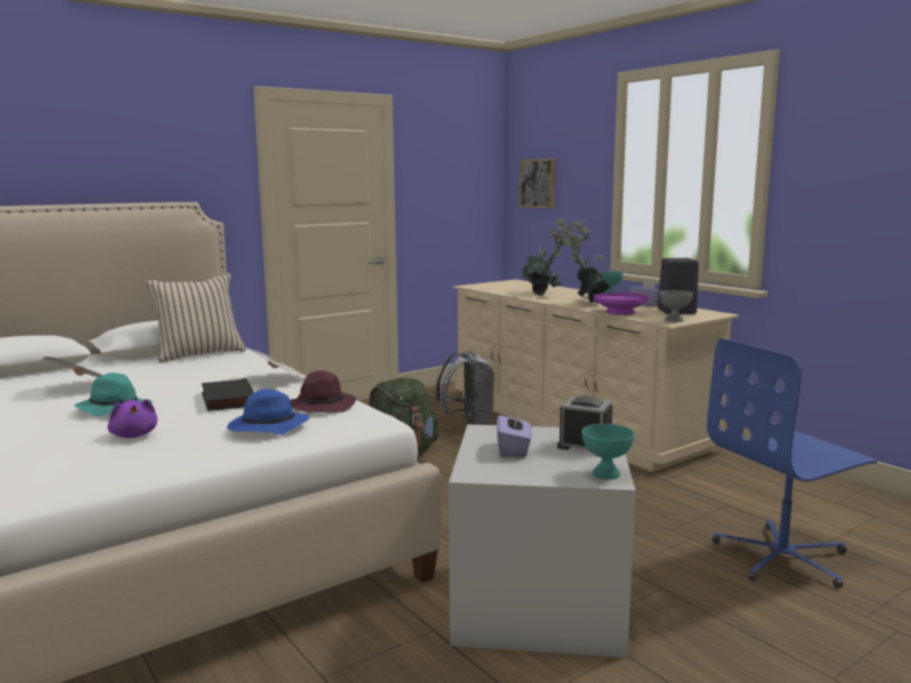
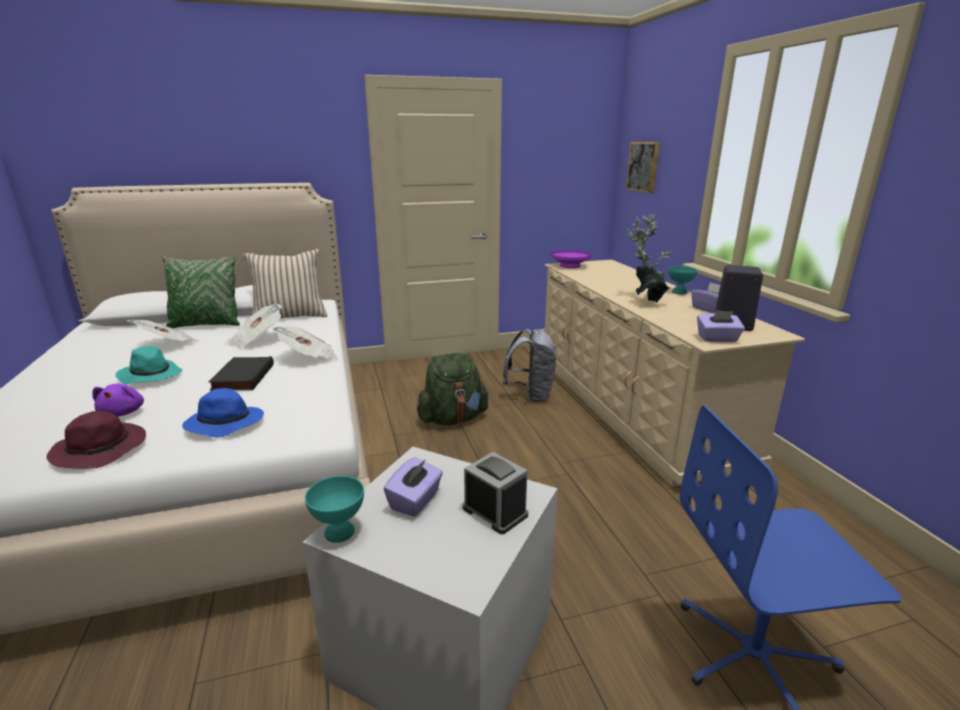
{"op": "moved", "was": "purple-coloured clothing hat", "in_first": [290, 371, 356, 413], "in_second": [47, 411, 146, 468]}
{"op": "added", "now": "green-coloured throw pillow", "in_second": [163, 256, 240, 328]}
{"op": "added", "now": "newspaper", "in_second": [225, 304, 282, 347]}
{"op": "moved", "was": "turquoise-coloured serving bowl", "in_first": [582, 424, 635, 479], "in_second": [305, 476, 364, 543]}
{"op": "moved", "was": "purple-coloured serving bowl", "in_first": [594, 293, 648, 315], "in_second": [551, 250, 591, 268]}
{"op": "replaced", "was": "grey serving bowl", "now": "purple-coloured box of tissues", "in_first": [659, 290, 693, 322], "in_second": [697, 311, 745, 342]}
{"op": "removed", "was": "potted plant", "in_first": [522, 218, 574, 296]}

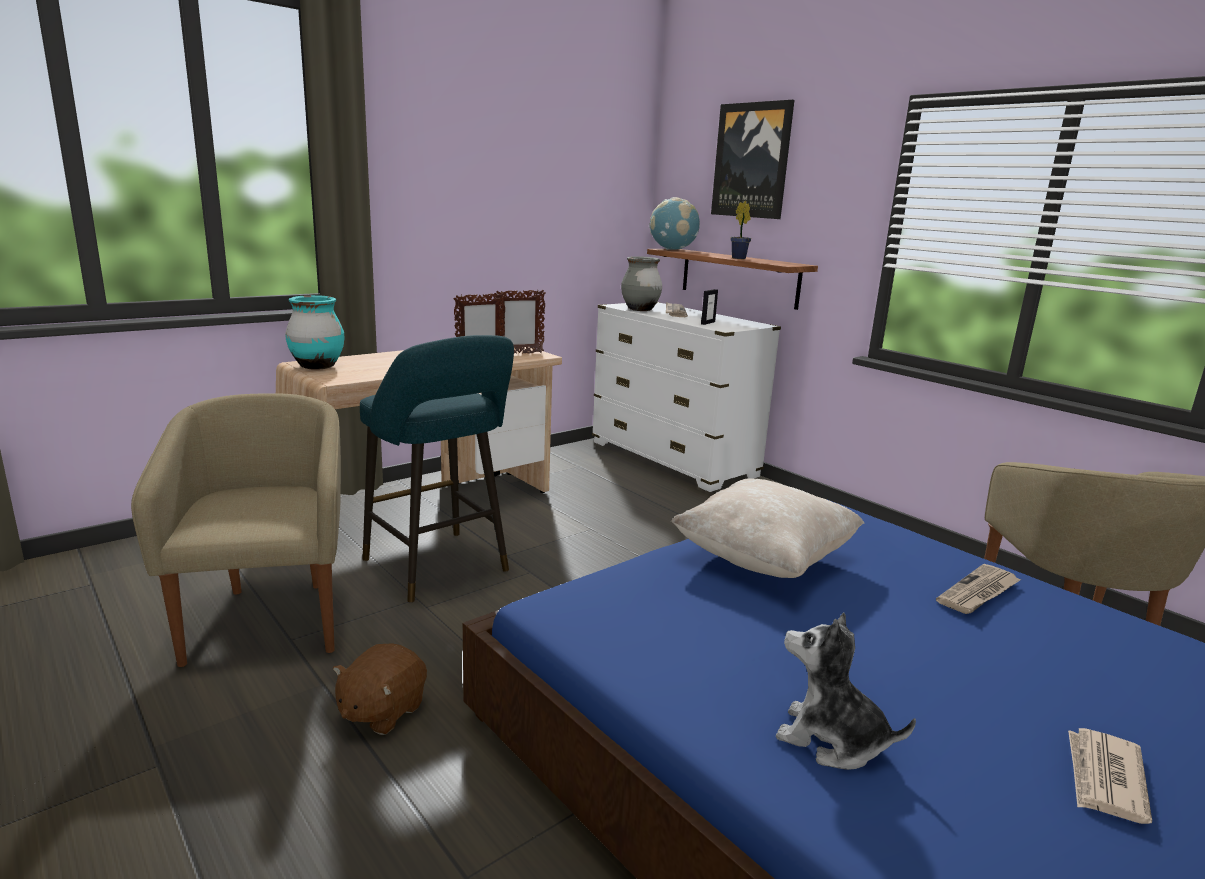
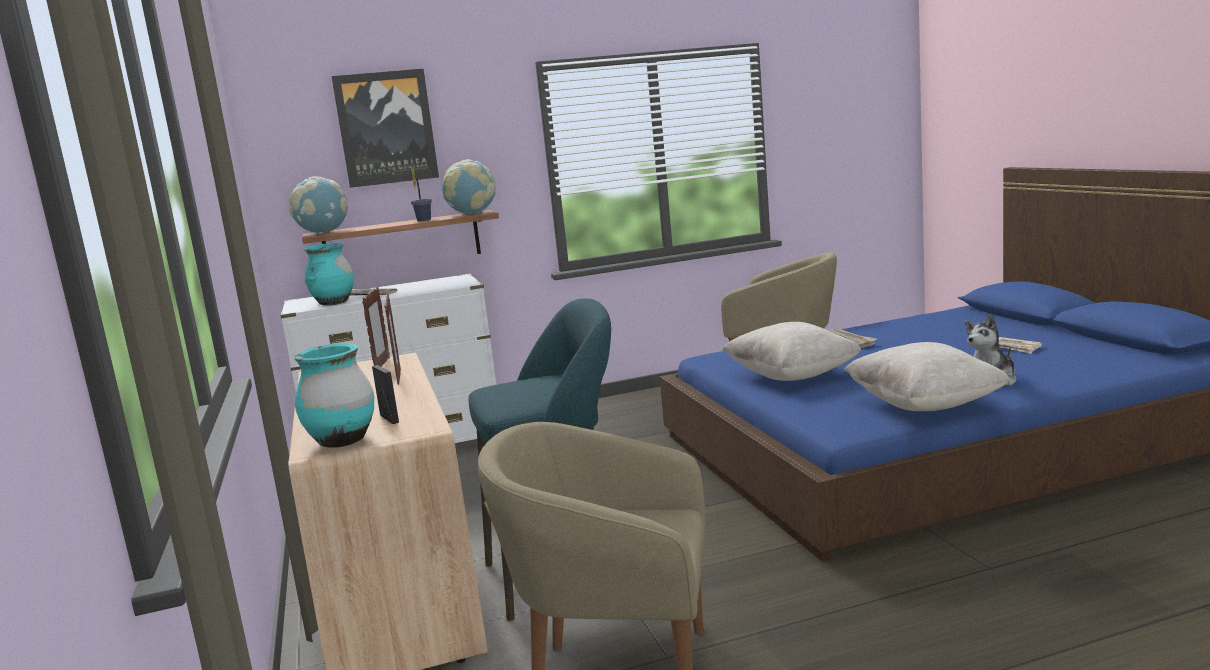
{"op": "recoloured", "was": "grey flower vase", "now": "turquoise-coloured flower vase", "in_first": [621, 256, 662, 311], "in_second": [305, 243, 354, 306]}
{"op": "moved", "was": "standing frame", "in_first": [701, 289, 718, 325], "in_second": [372, 365, 399, 424]}
{"op": "added", "now": "world globe", "in_second": [442, 159, 496, 214]}
{"op": "added", "now": "beige throw pillow", "in_second": [844, 342, 1010, 411]}
{"op": "removed", "was": "brown plush toy", "in_first": [333, 644, 427, 735]}

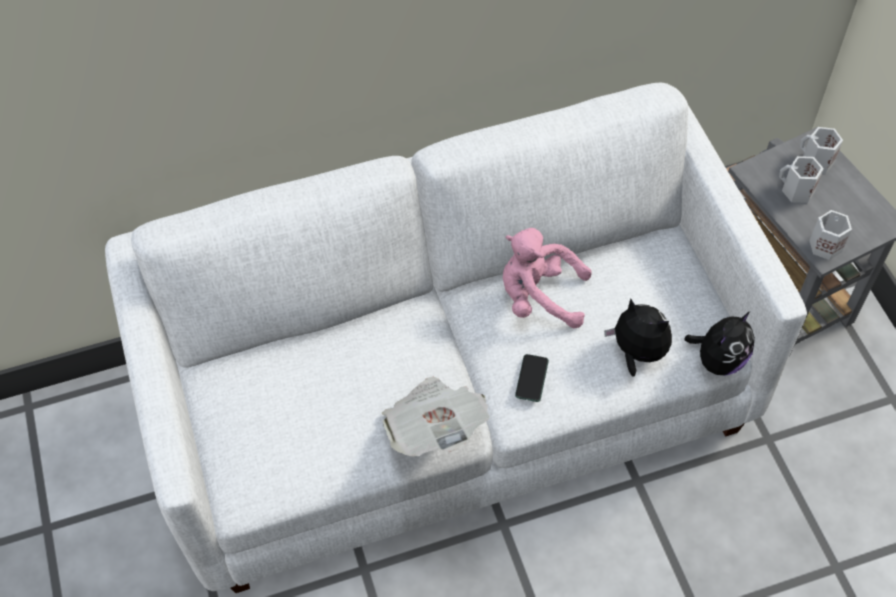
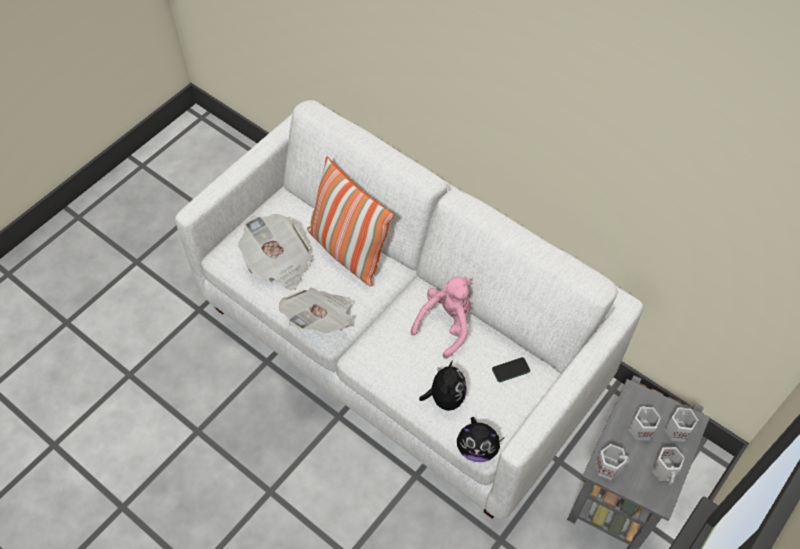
{"op": "added", "now": "newspaper", "in_second": [238, 214, 313, 290]}
{"op": "added", "now": "throw pillow", "in_second": [307, 156, 394, 287]}
{"op": "turned", "was": "pink plush toy", "in_first": [503, 228, 592, 329], "in_second": [411, 277, 472, 359], "clockwise": 60}
{"op": "moved", "was": "telephone", "in_first": [515, 354, 549, 402], "in_second": [492, 357, 530, 382]}
{"op": "added", "now": "white-coloured coffee mug", "in_second": [651, 447, 685, 485]}

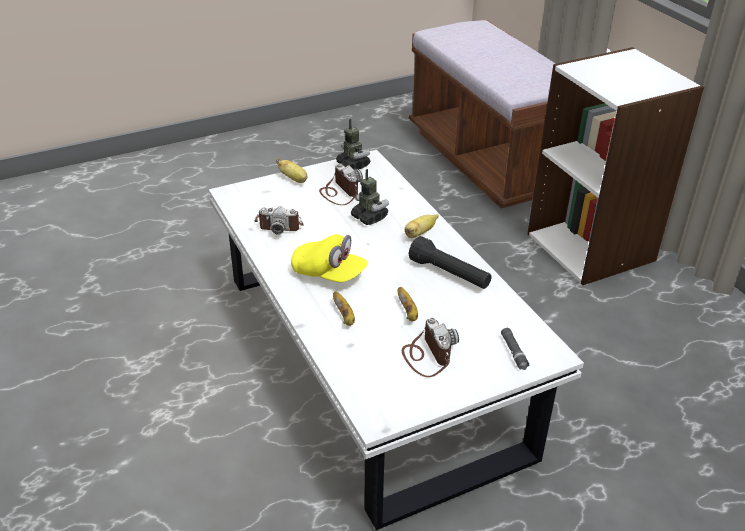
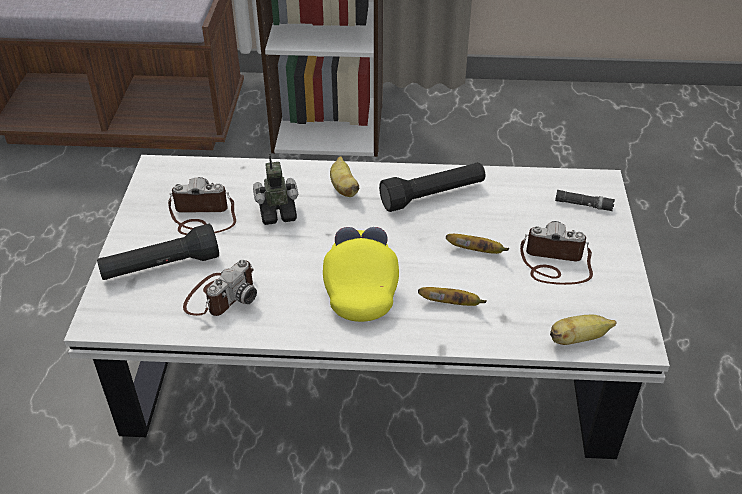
{"op": "added", "now": "black flashlight", "in_second": [97, 224, 219, 280]}
{"op": "turned", "was": "yellow-coloured peaked cap", "in_first": [291, 234, 367, 282], "in_second": [323, 227, 399, 322], "clockwise": -60}
{"op": "moved", "was": "whole banana", "in_first": [276, 158, 307, 183], "in_second": [550, 315, 617, 345]}
{"op": "removed", "was": "robot figure", "in_first": [336, 119, 370, 170]}

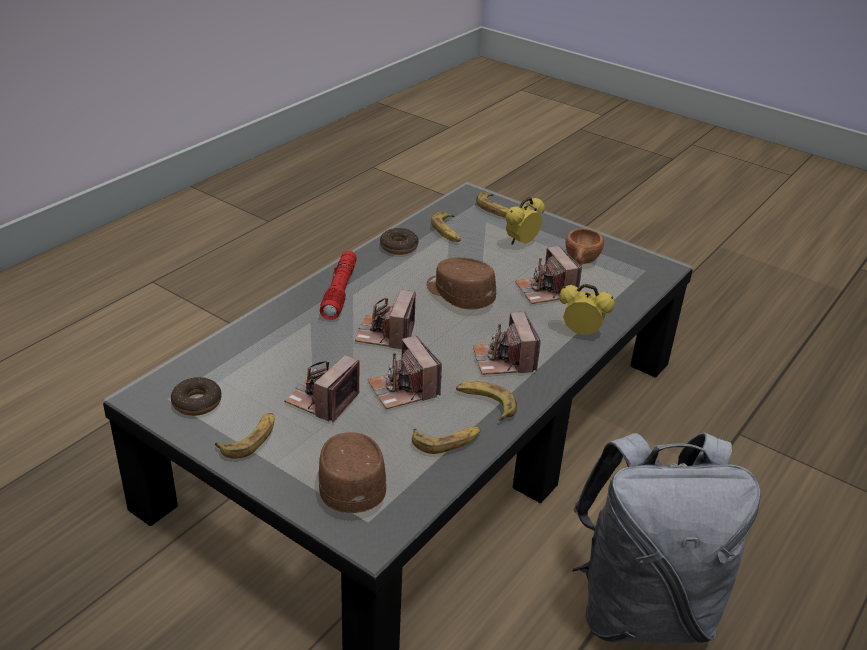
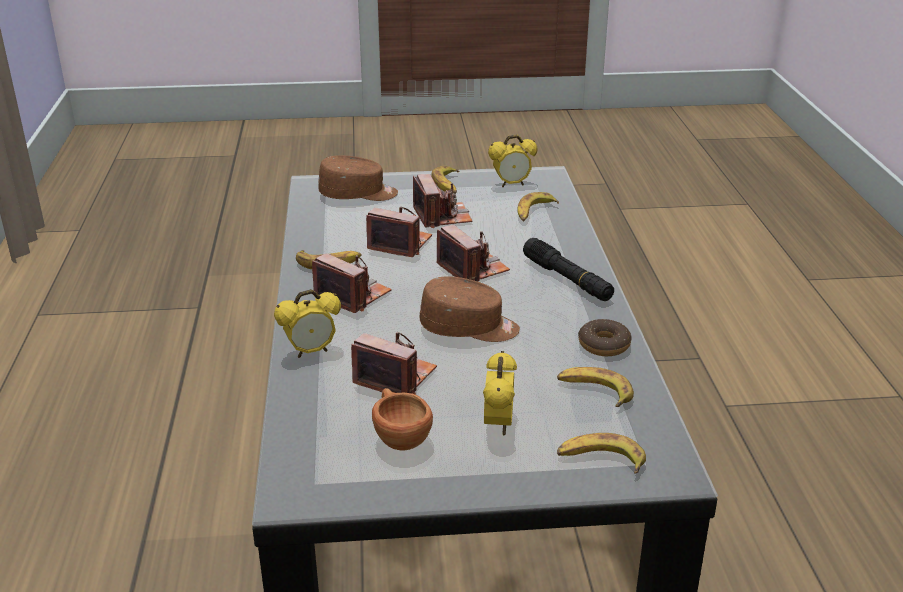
{"op": "turned", "was": "brown peaked cap", "in_first": [318, 432, 386, 513], "in_second": [318, 155, 398, 201], "clockwise": -45}
{"op": "replaced", "was": "donut", "now": "bedside clock", "in_first": [171, 377, 222, 416], "in_second": [488, 135, 537, 187]}
{"op": "moved", "was": "whole banana", "in_first": [412, 426, 481, 454], "in_second": [517, 192, 559, 222]}
{"op": "recoloured", "was": "red-coloured flashlight", "now": "black flashlight", "in_first": [320, 251, 357, 320], "in_second": [523, 238, 614, 301]}
{"op": "removed", "was": "grey rucksack", "in_first": [572, 432, 760, 644]}

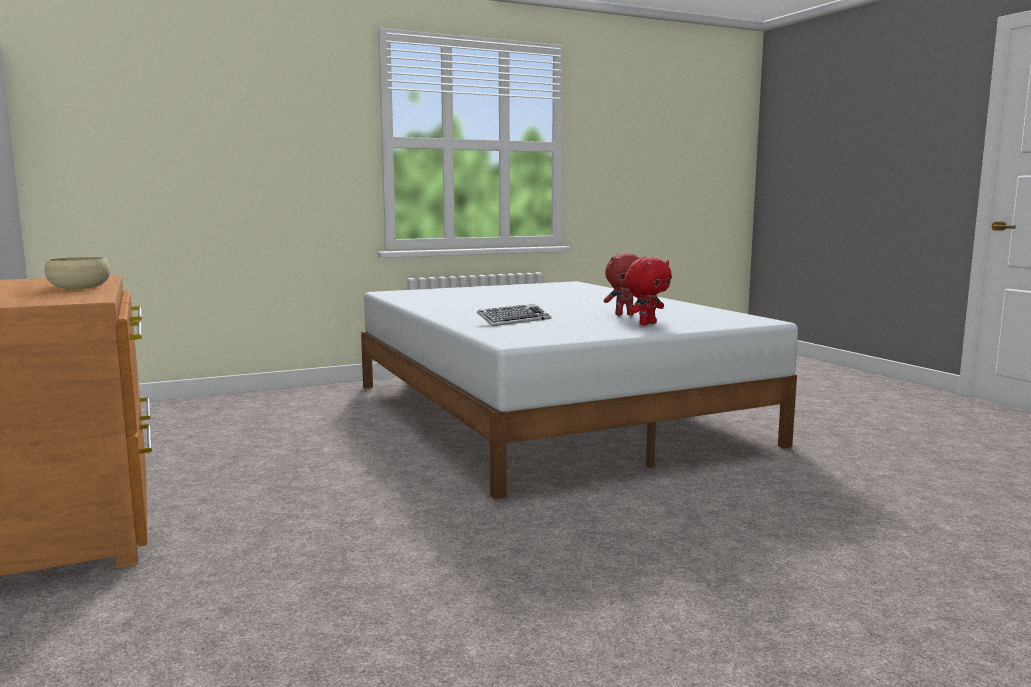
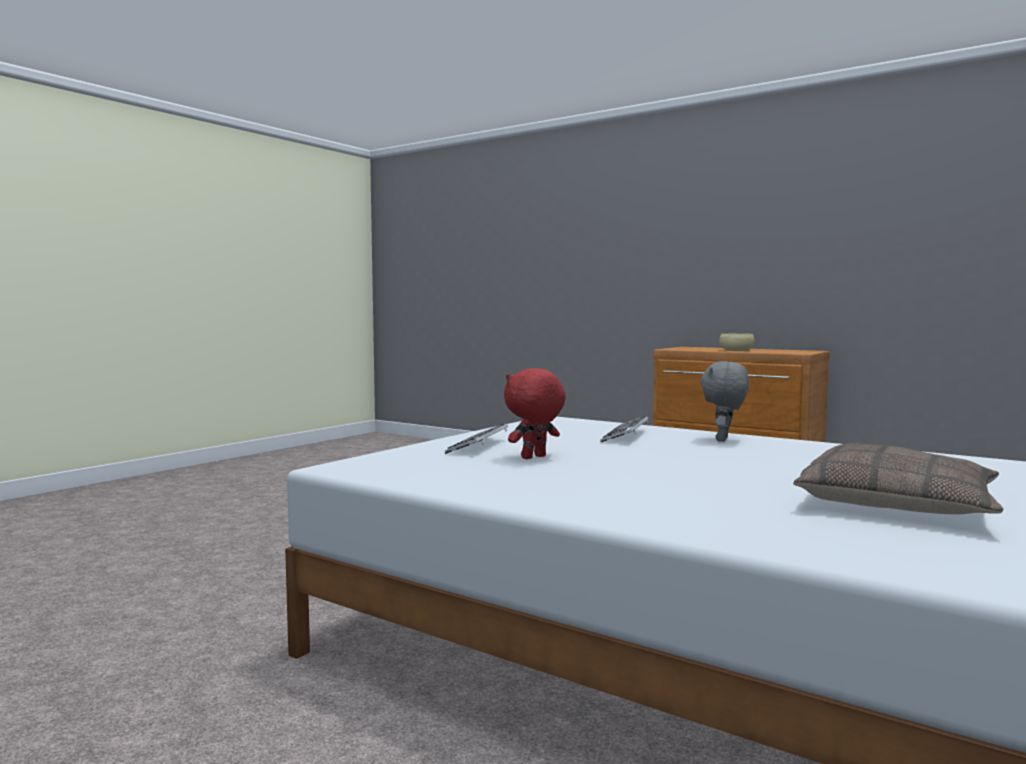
{"op": "replaced", "was": "red-coloured plush toy", "now": "PC keyboard", "in_first": [625, 257, 672, 325], "in_second": [445, 424, 508, 454]}
{"op": "added", "now": "grey plush toy", "in_second": [700, 361, 749, 442]}
{"op": "added", "now": "throw pillow", "in_second": [793, 443, 1004, 514]}

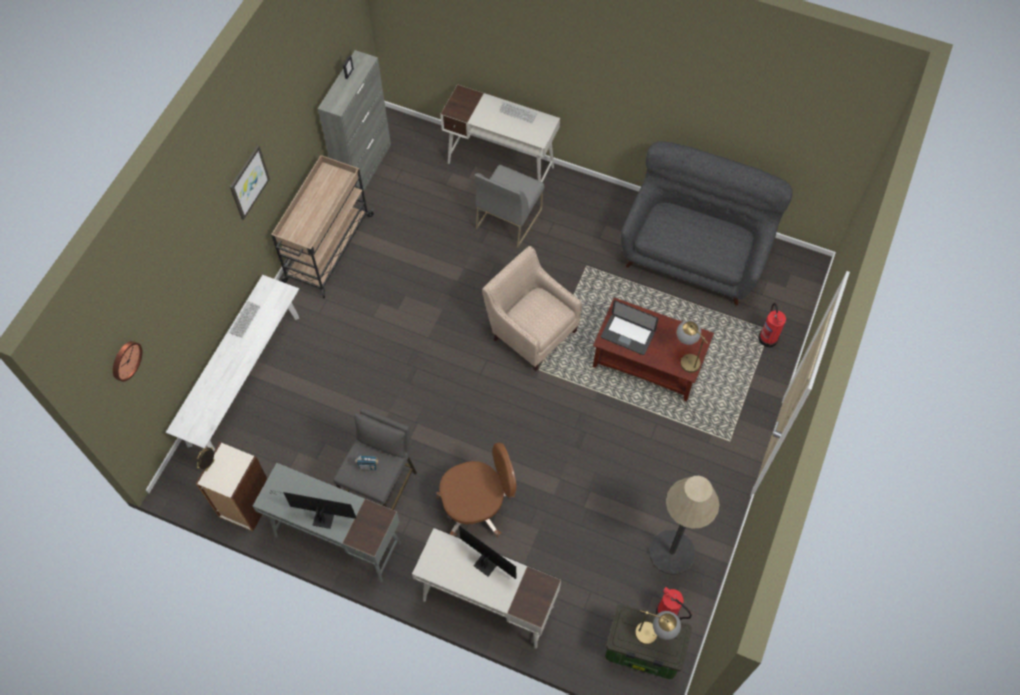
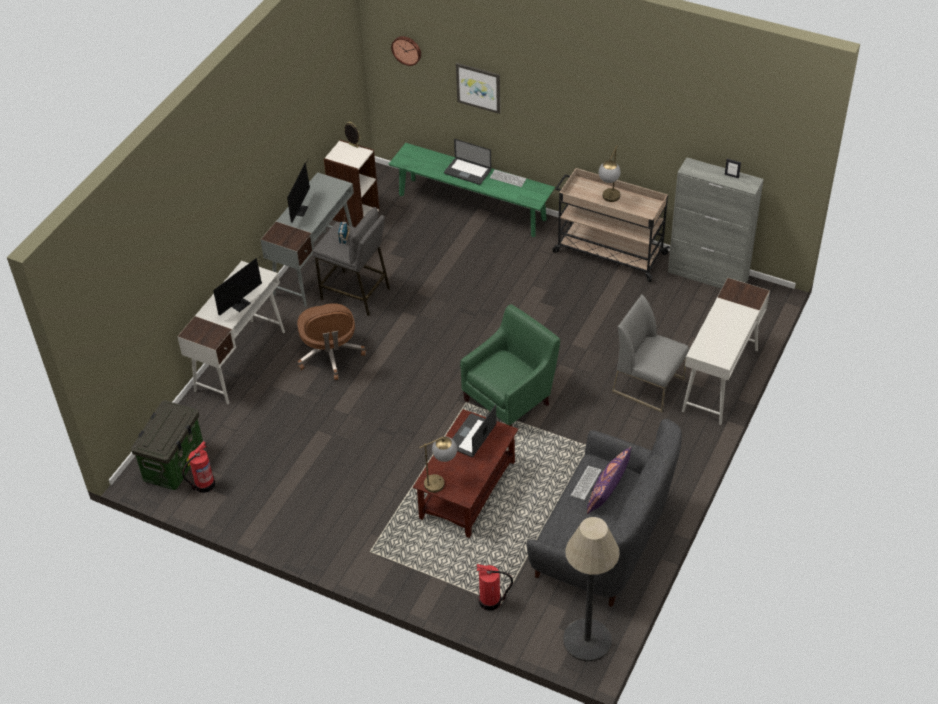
{"op": "recoloured", "was": "white-coloured bench", "now": "green-coloured bench", "in_first": [166, 275, 299, 451], "in_second": [389, 143, 555, 237]}
{"op": "added", "now": "laptop", "in_second": [444, 139, 491, 185]}
{"op": "moved", "was": "wall art", "in_first": [230, 145, 270, 220], "in_second": [456, 63, 500, 114]}
{"op": "recoloured", "was": "beige easy chair", "now": "green-coloured easy chair", "in_first": [482, 246, 582, 371], "in_second": [460, 304, 560, 426]}
{"op": "moved", "was": "standing lamp", "in_first": [649, 476, 719, 575], "in_second": [563, 517, 620, 661]}
{"op": "moved", "was": "PC keyboard", "in_first": [499, 102, 538, 123], "in_second": [571, 466, 601, 500]}
{"op": "added", "now": "purple-coloured throw pillow", "in_second": [587, 447, 632, 514]}
{"op": "moved", "was": "tabletop lamp", "in_first": [635, 610, 681, 645], "in_second": [599, 145, 621, 202]}

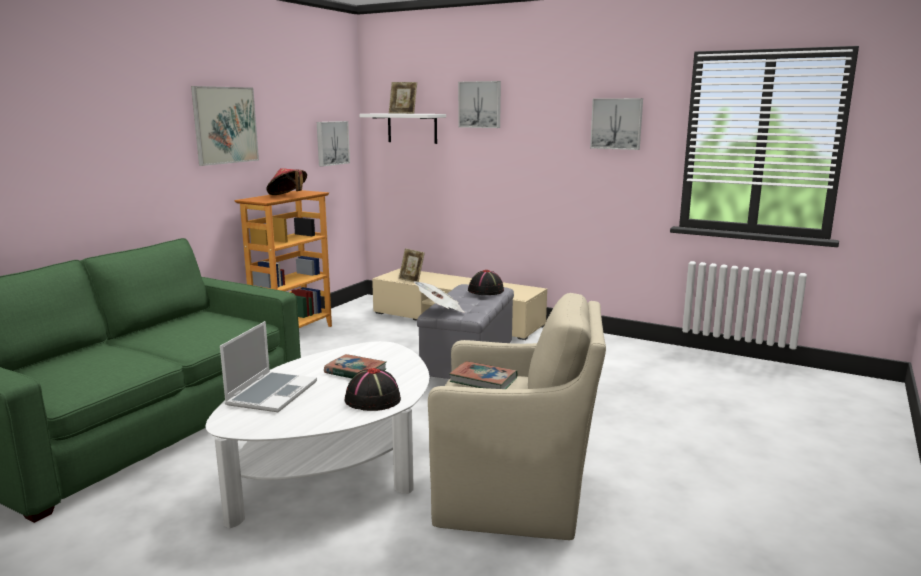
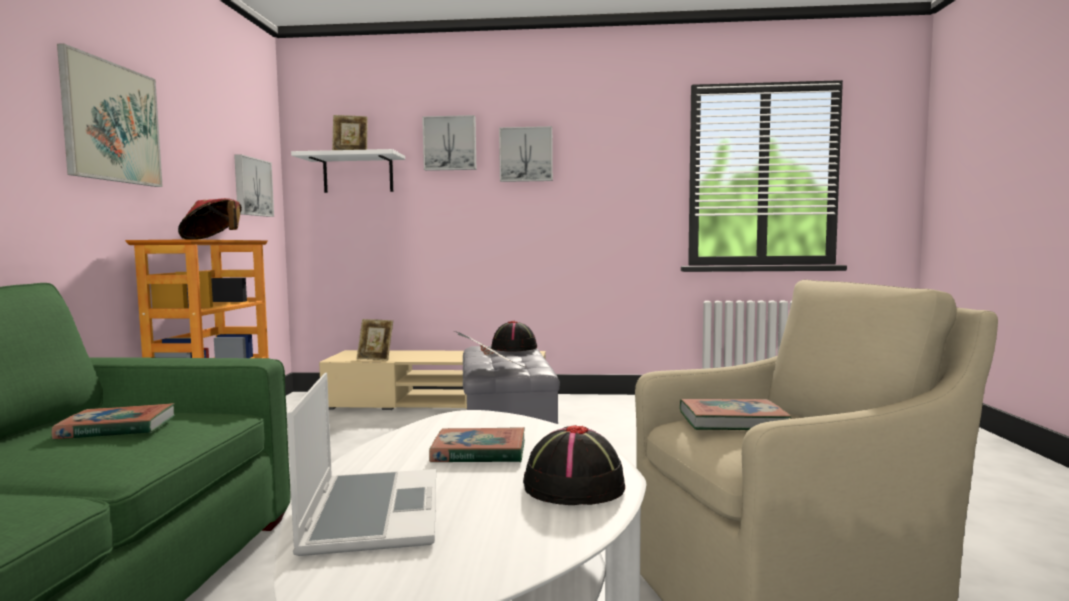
{"op": "added", "now": "volume", "in_second": [51, 403, 175, 439]}
{"op": "moved", "was": "wall art", "in_first": [590, 98, 643, 150], "in_second": [499, 126, 553, 182]}

